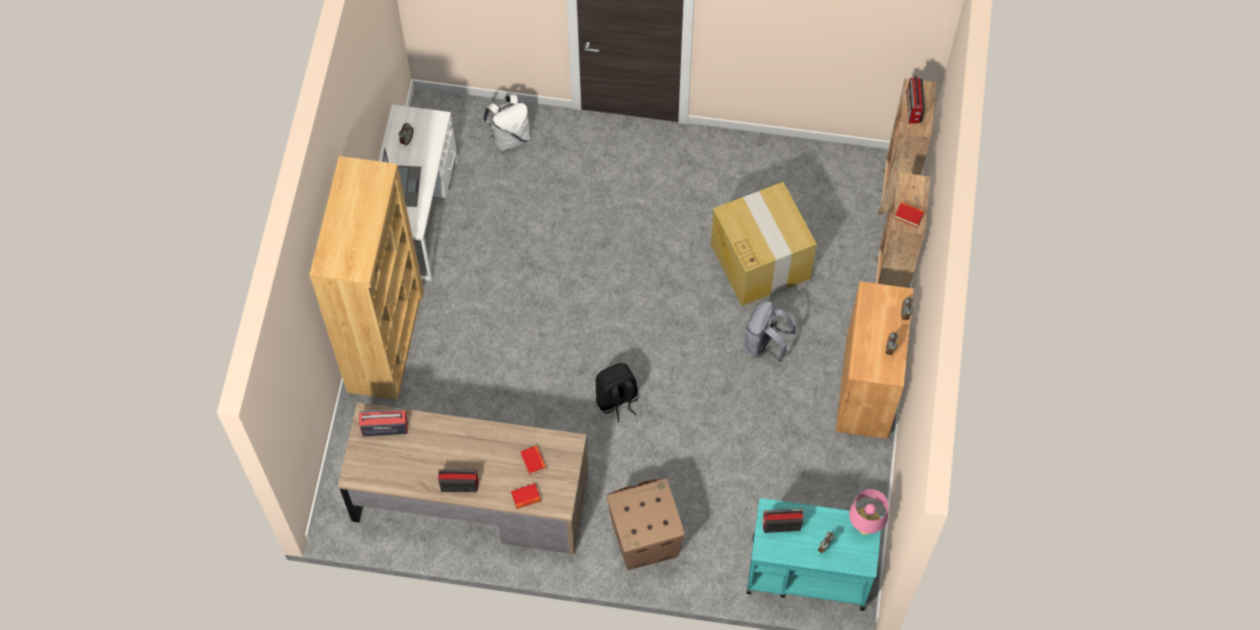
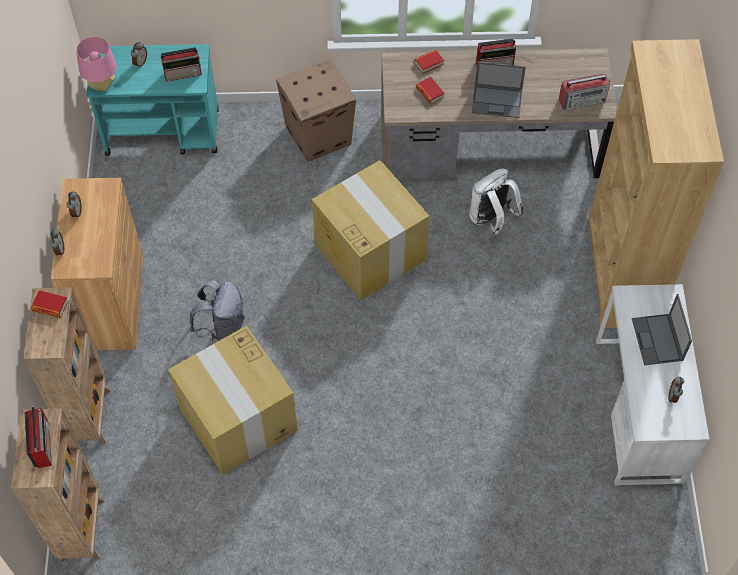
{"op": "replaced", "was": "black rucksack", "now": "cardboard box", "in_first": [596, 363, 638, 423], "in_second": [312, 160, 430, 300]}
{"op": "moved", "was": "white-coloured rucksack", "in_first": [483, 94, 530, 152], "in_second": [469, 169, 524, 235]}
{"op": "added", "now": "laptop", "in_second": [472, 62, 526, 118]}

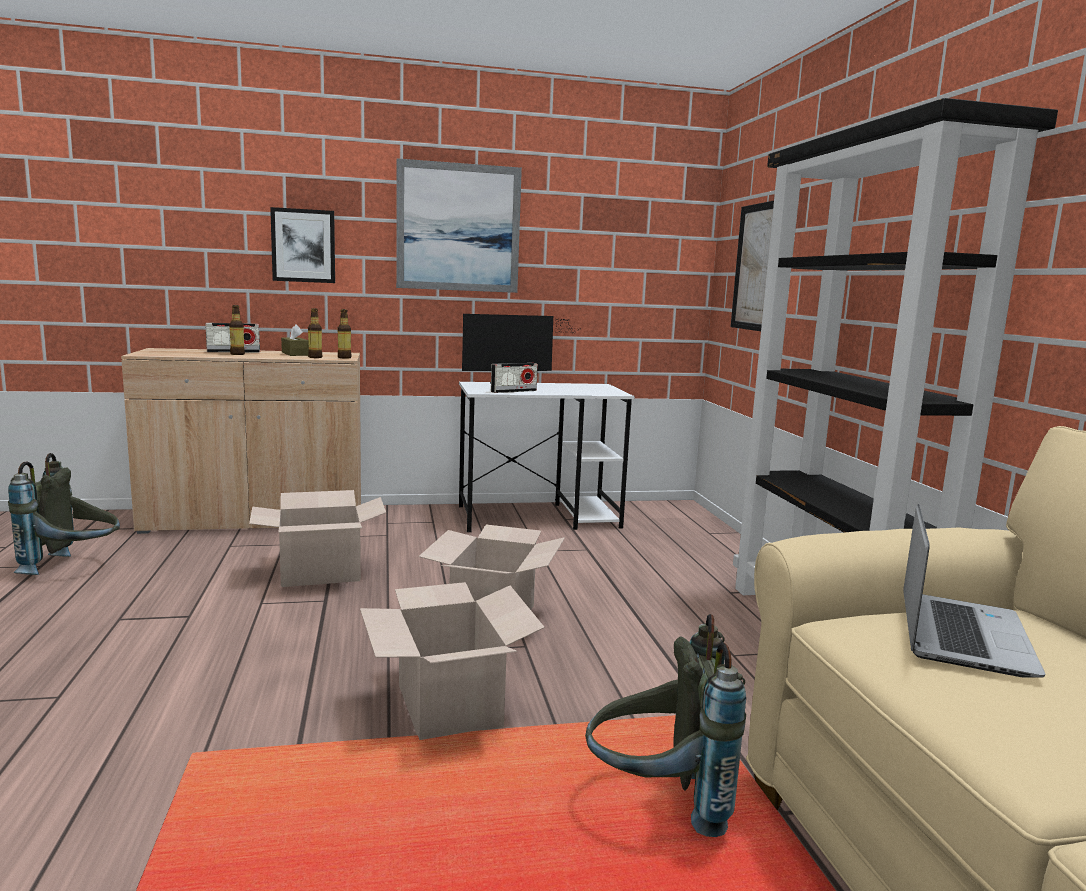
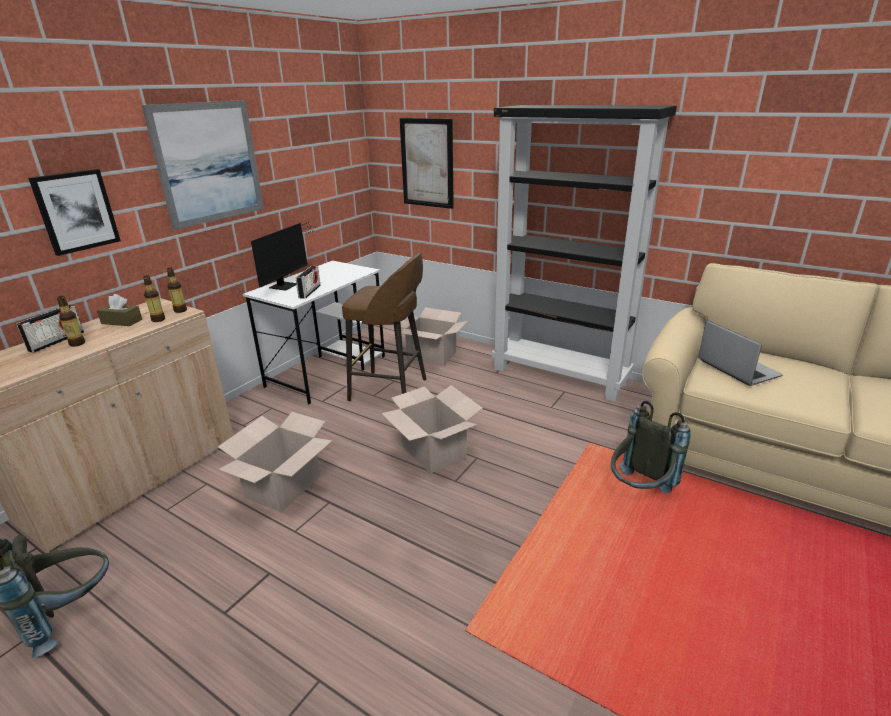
{"op": "added", "now": "brown stool", "in_second": [342, 252, 427, 401]}
{"op": "moved", "was": "cardboard box", "in_first": [360, 582, 545, 740], "in_second": [393, 308, 468, 366]}

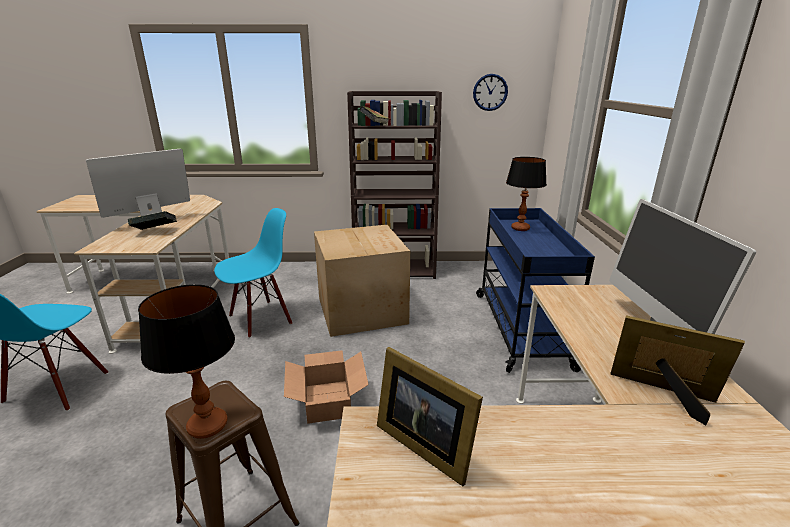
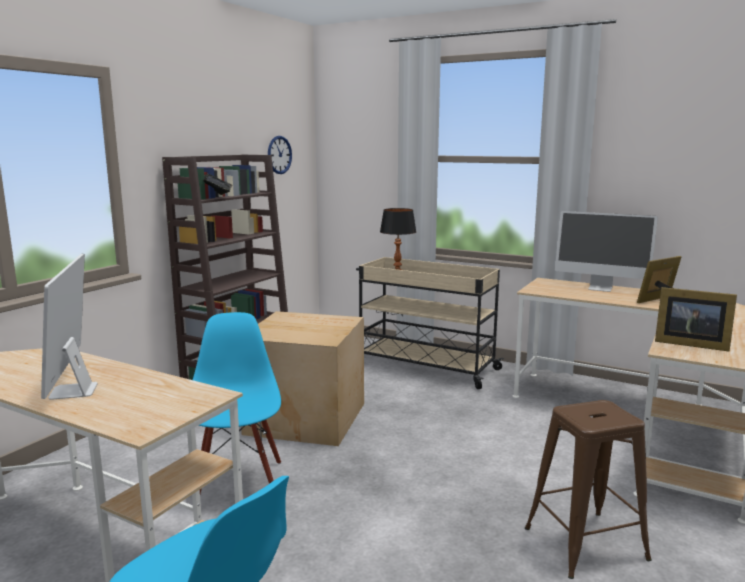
{"op": "recoloured", "was": "bluish cart", "now": "beige cart", "in_first": [476, 208, 595, 373], "in_second": [356, 257, 504, 389]}
{"op": "turned", "was": "standing frame", "in_first": [377, 347, 483, 486], "in_second": [655, 287, 737, 352], "clockwise": 45}
{"op": "removed", "was": "volume", "in_first": [128, 211, 177, 230]}
{"op": "removed", "was": "tabletop lamp", "in_first": [138, 284, 235, 439]}
{"op": "removed", "was": "cardboard box", "in_first": [284, 350, 369, 424]}

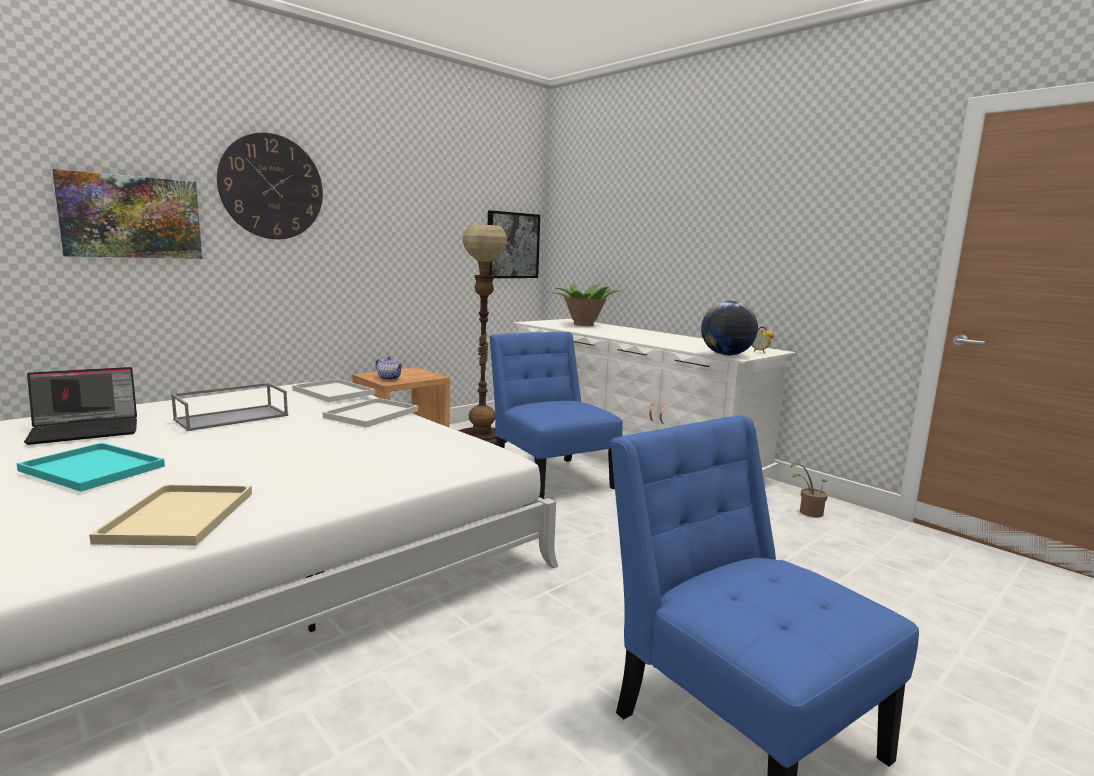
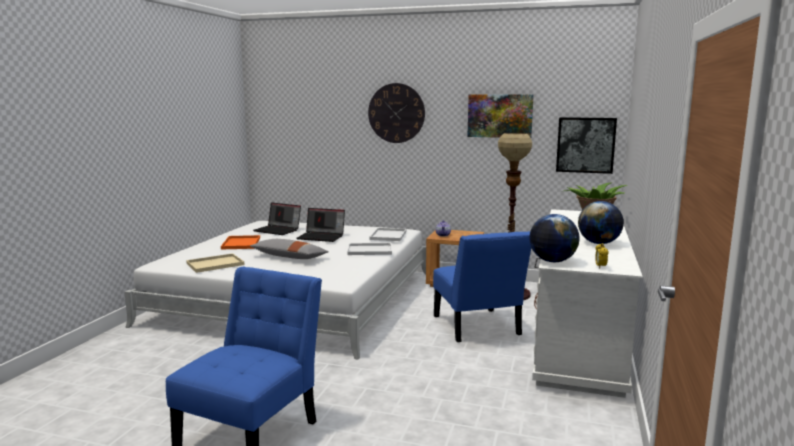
{"op": "recoloured", "was": "turquoise-coloured carrying tray", "now": "orange carrying tray", "in_first": [16, 443, 165, 492], "in_second": [221, 235, 260, 249]}
{"op": "added", "now": "grey throw pillow", "in_second": [250, 239, 329, 259]}
{"op": "replaced", "was": "grey carrying tray", "now": "laptop", "in_first": [171, 383, 288, 431], "in_second": [296, 208, 345, 242]}
{"op": "turned", "was": "bluish upright chair", "in_first": [490, 332, 623, 499], "in_second": [433, 231, 531, 342], "clockwise": 135}
{"op": "moved", "was": "wall art", "in_first": [52, 169, 202, 259], "in_second": [468, 94, 534, 138]}
{"op": "added", "now": "world globe", "in_second": [578, 201, 624, 244]}
{"op": "removed", "was": "potted plant", "in_first": [791, 463, 828, 518]}

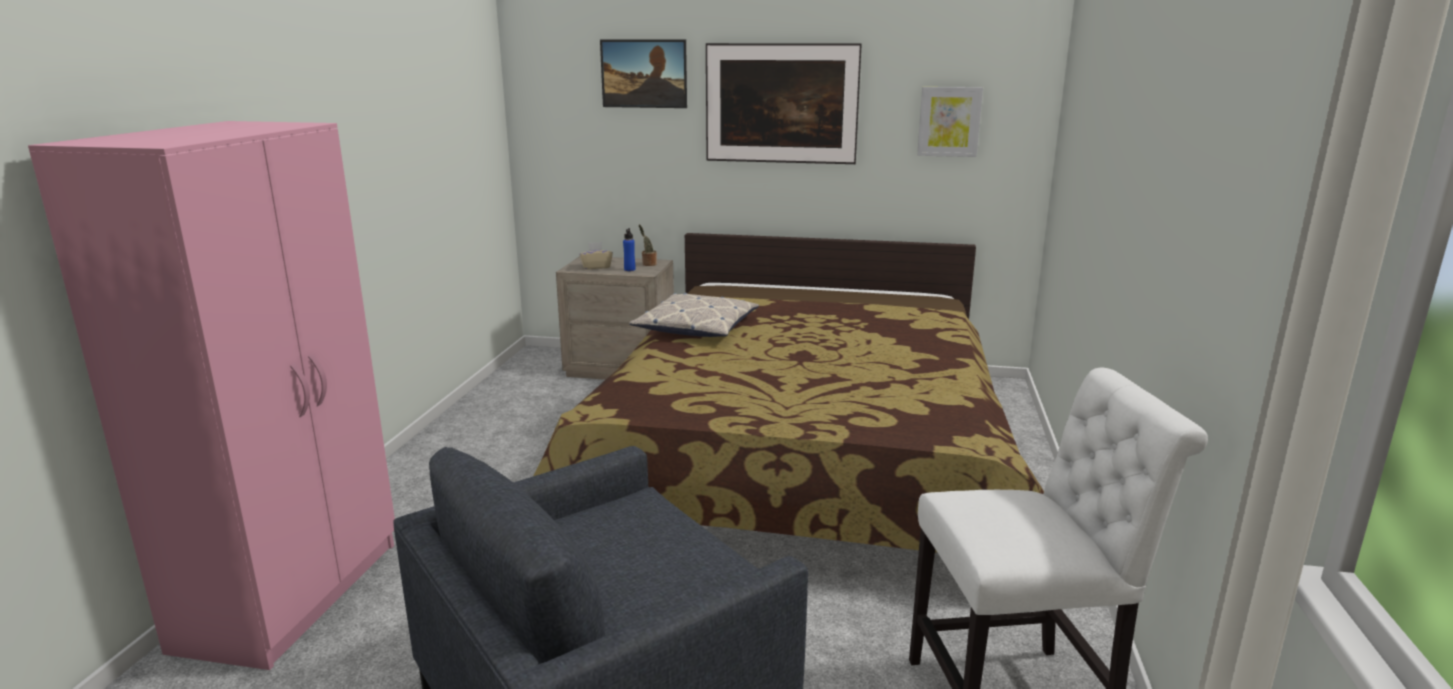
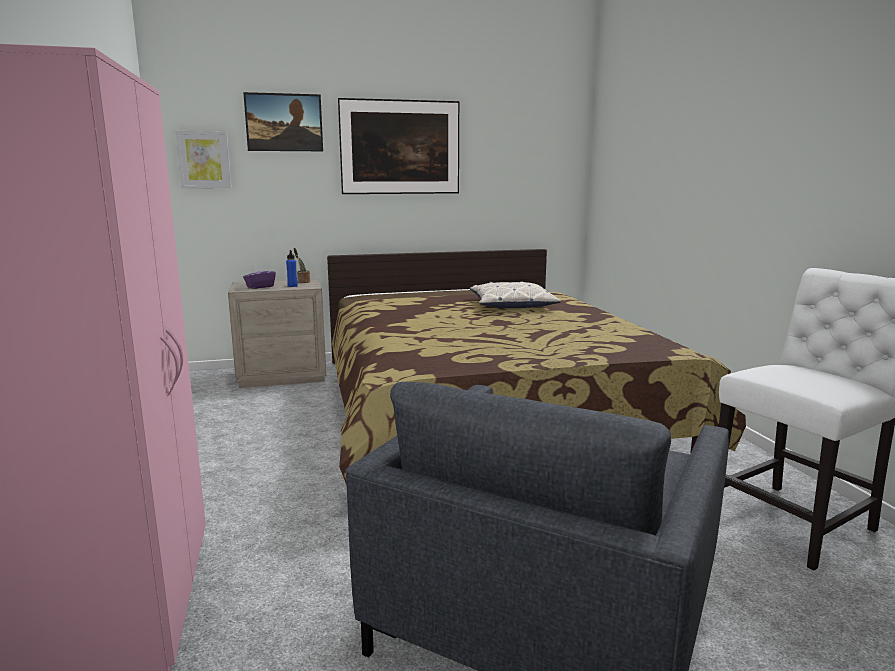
{"op": "moved", "was": "wall art", "in_first": [917, 87, 983, 157], "in_second": [175, 131, 232, 188]}
{"op": "recoloured", "was": "beige box of tissues", "now": "purple-coloured box of tissues", "in_first": [579, 242, 613, 269], "in_second": [243, 265, 276, 289]}
{"op": "moved", "was": "throw pillow", "in_first": [629, 293, 759, 337], "in_second": [470, 281, 561, 308]}

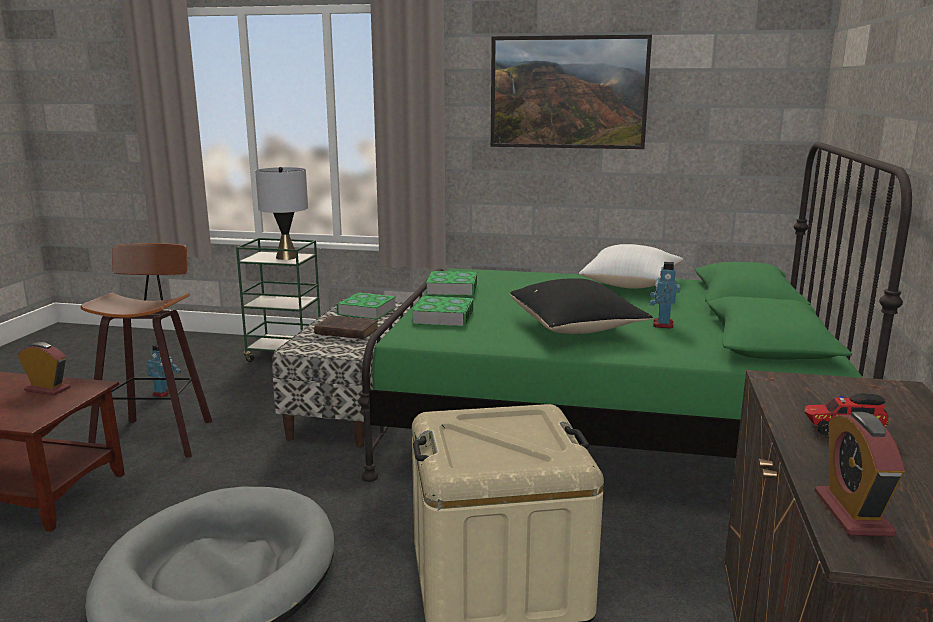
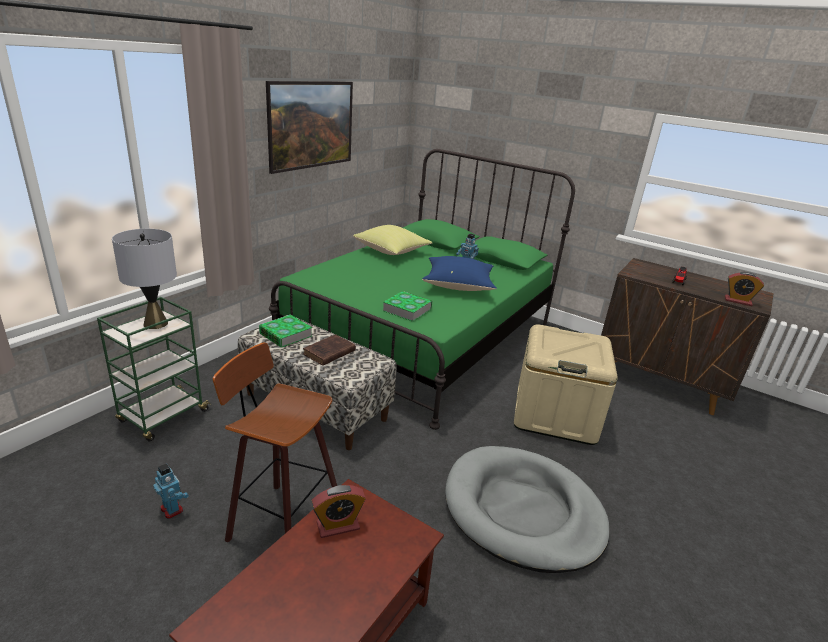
{"op": "turned", "was": "bedside clock", "in_first": [18, 342, 70, 395], "in_second": [312, 485, 366, 538], "clockwise": -150}
{"op": "recoloured", "was": "white-coloured throw pillow", "now": "yellow-coloured throw pillow", "in_first": [579, 244, 683, 288], "in_second": [353, 225, 432, 255]}
{"op": "recoloured", "was": "black throw pillow", "now": "bluish throw pillow", "in_first": [510, 278, 653, 334], "in_second": [422, 256, 497, 291]}
{"op": "removed", "was": "volume", "in_first": [426, 271, 477, 296]}

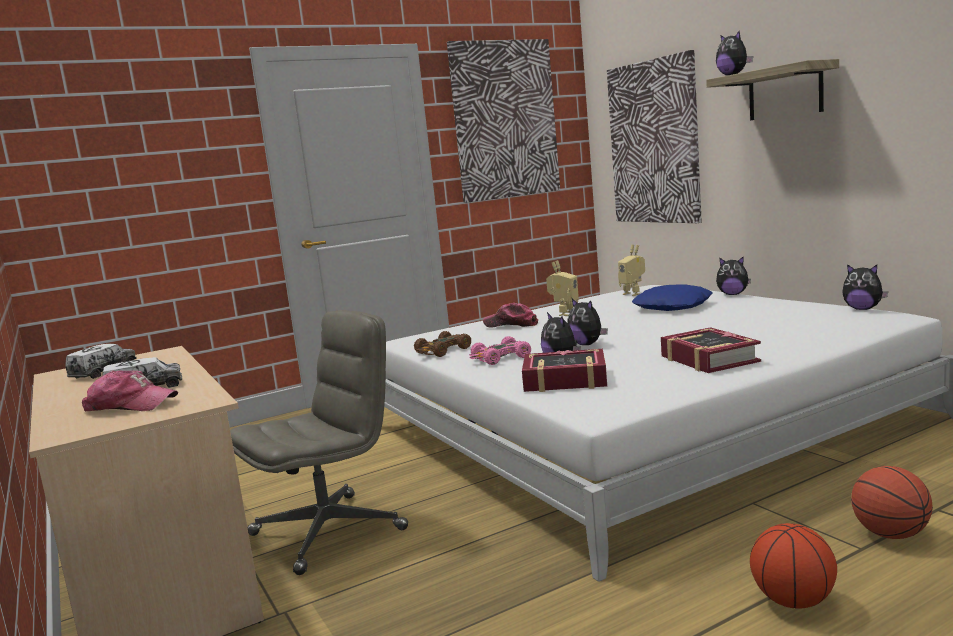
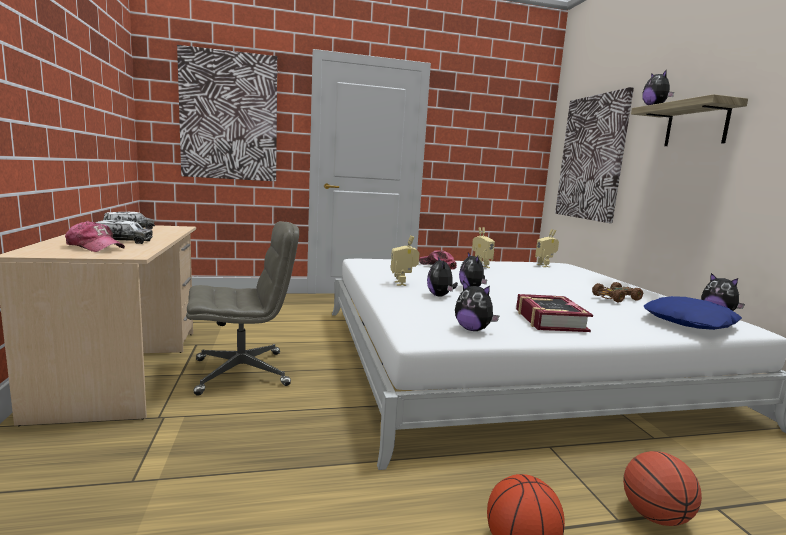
{"op": "moved", "was": "wall art", "in_first": [447, 39, 560, 203], "in_second": [177, 45, 277, 181]}
{"op": "replaced", "was": "pink model car", "now": "robot figure", "in_first": [469, 336, 531, 365], "in_second": [391, 235, 420, 286]}
{"op": "moved", "was": "plush toy", "in_first": [716, 257, 751, 295], "in_second": [455, 281, 499, 331]}
{"op": "moved", "was": "brown model car", "in_first": [414, 331, 471, 357], "in_second": [592, 282, 643, 303]}
{"op": "moved", "was": "bluish throw pillow", "in_first": [632, 284, 712, 311], "in_second": [644, 296, 742, 330]}
{"op": "removed", "was": "volume", "in_first": [522, 349, 607, 392]}

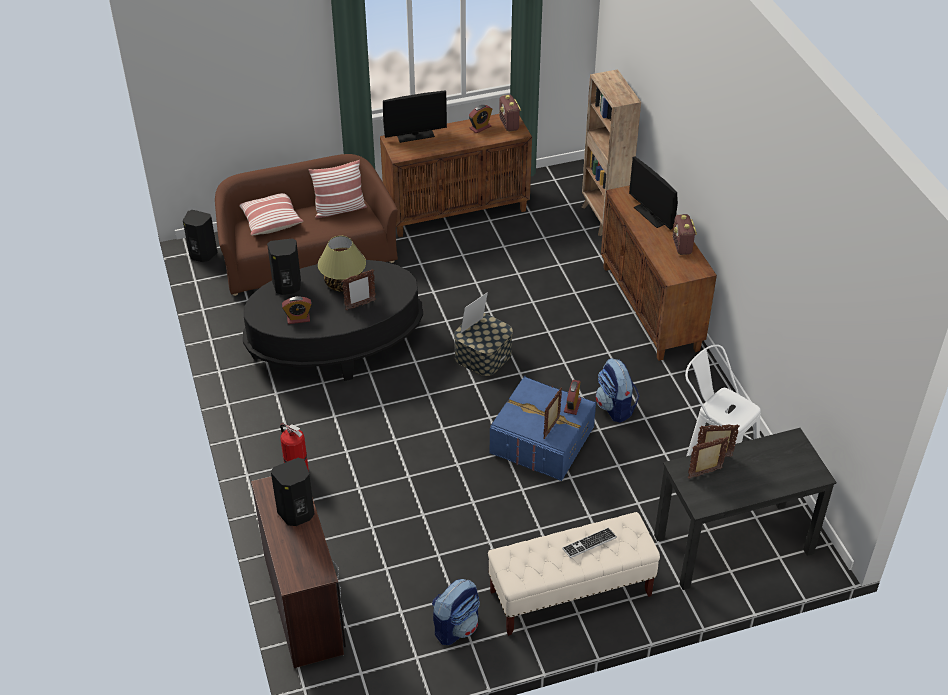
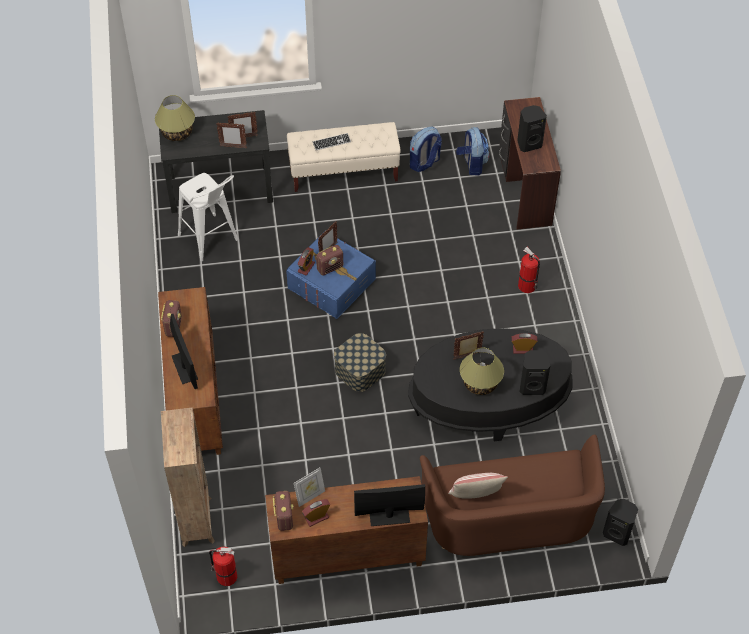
{"op": "added", "now": "tabletop lamp", "in_second": [155, 95, 195, 141]}
{"op": "added", "now": "fire-fighting cylinder", "in_second": [209, 546, 237, 586]}
{"op": "moved", "was": "standing frame", "in_first": [461, 292, 488, 333], "in_second": [294, 467, 325, 507]}
{"op": "added", "now": "radio set", "in_second": [316, 245, 343, 276]}
{"op": "moved", "was": "rucksack", "in_first": [596, 358, 639, 423], "in_second": [456, 127, 489, 176]}
{"op": "removed", "was": "throw pillow", "in_first": [239, 193, 303, 236]}

